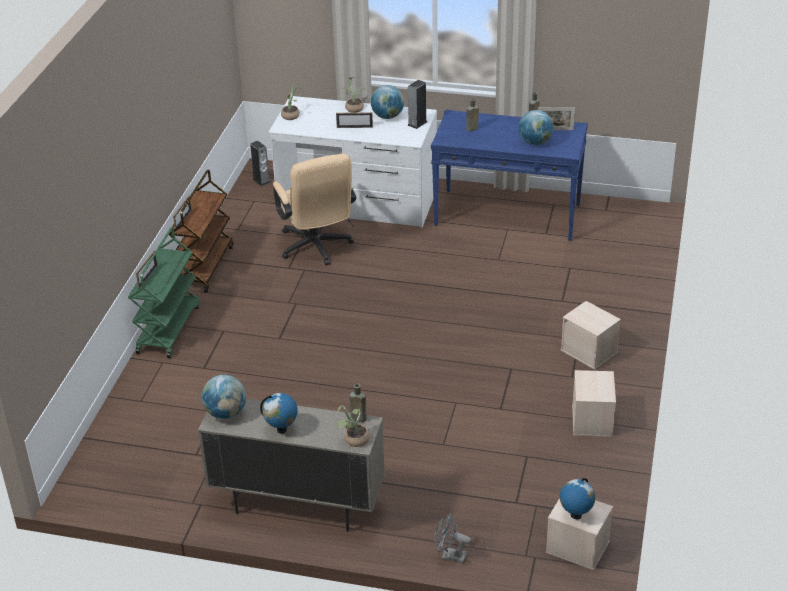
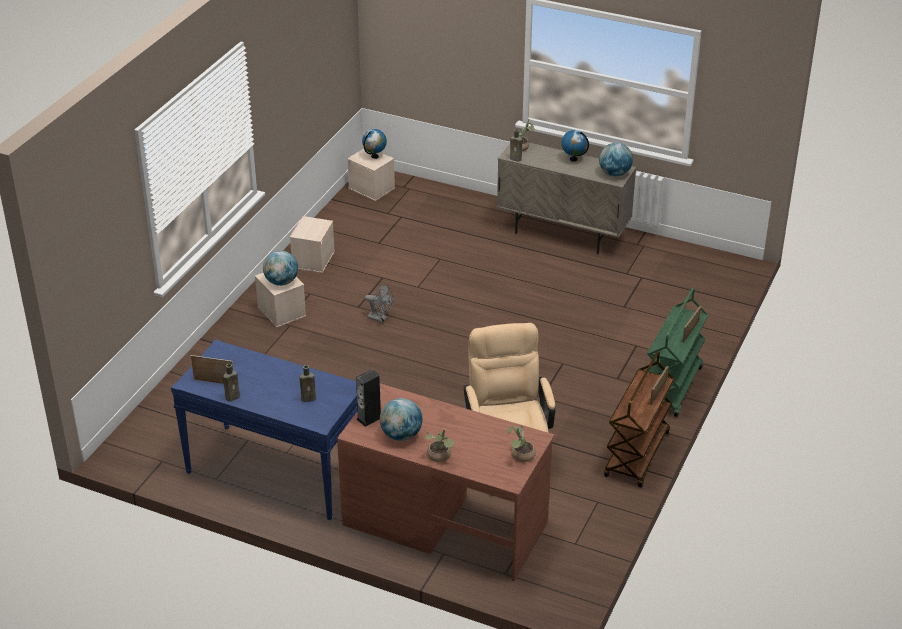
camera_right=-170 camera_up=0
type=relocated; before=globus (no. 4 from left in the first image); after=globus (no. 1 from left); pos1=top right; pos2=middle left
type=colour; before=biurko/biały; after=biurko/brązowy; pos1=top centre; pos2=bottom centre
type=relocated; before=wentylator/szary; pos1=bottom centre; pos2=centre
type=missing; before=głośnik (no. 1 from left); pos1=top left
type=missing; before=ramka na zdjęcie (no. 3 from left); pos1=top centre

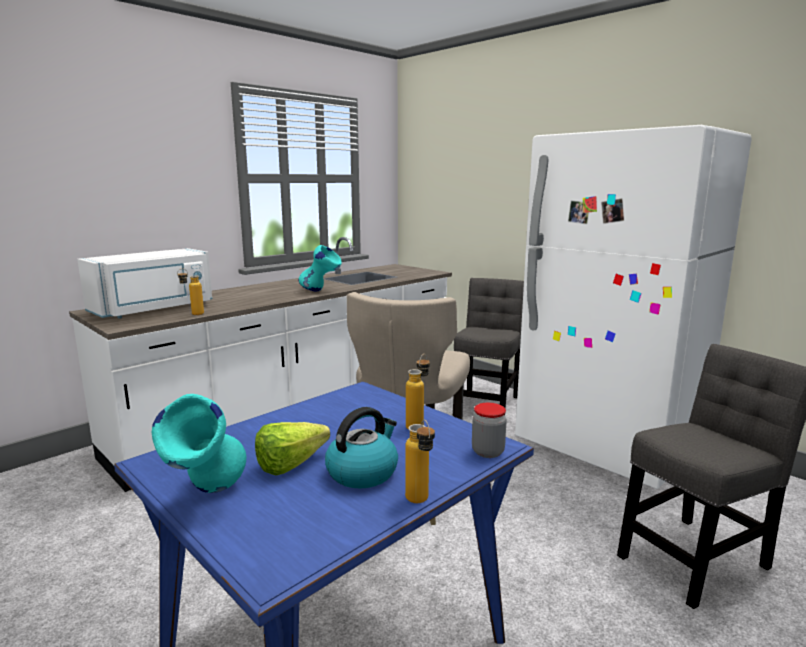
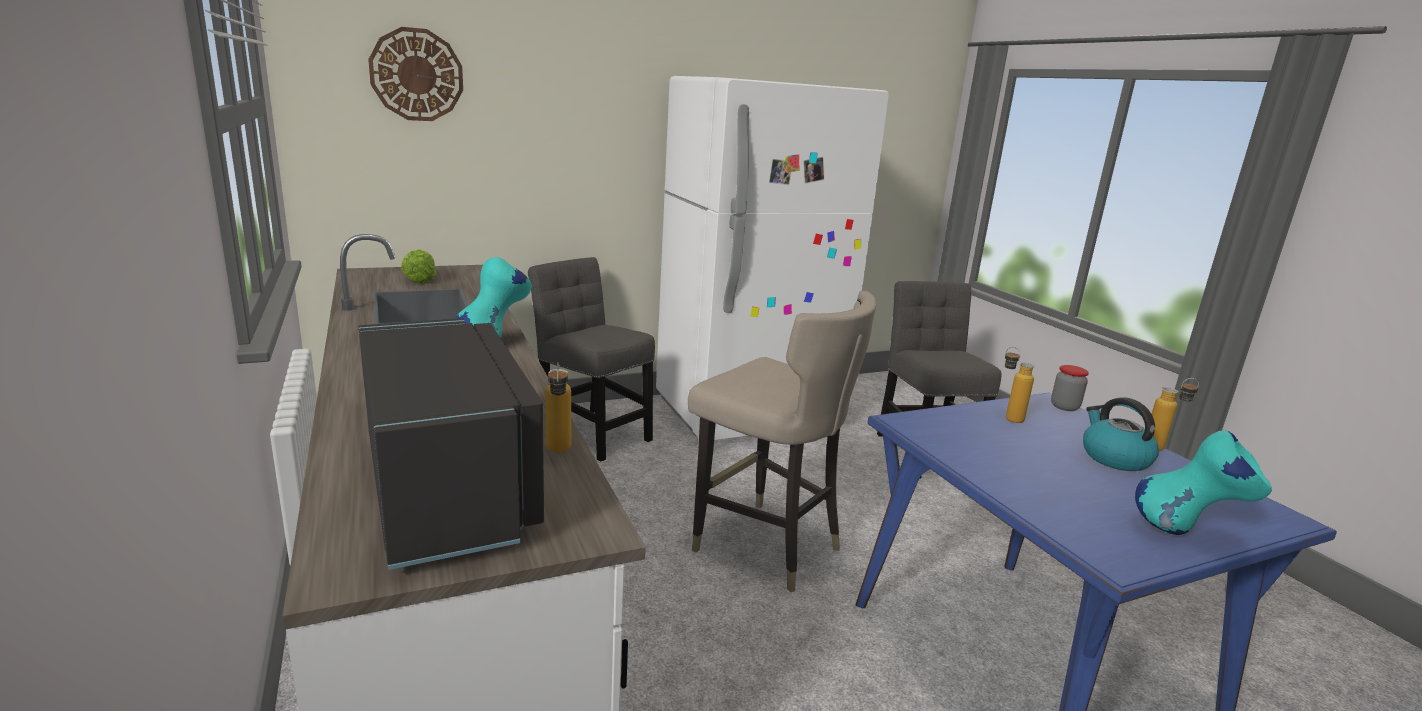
camera_right=-70 camera_up=5
type=colour; before=mikrofalówka/biały; after=mikrofalówka/czarny; pos1=middle left; pos2=middle left
type=appeared; after=zegar ścienny; pos2=top left
type=relocated; before=sałata; pos1=bottom centre; pos2=middle left

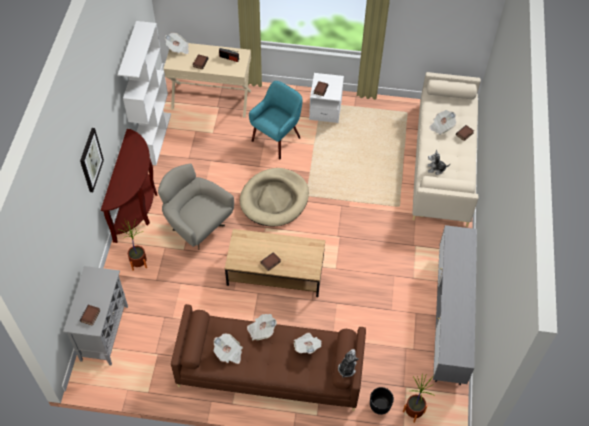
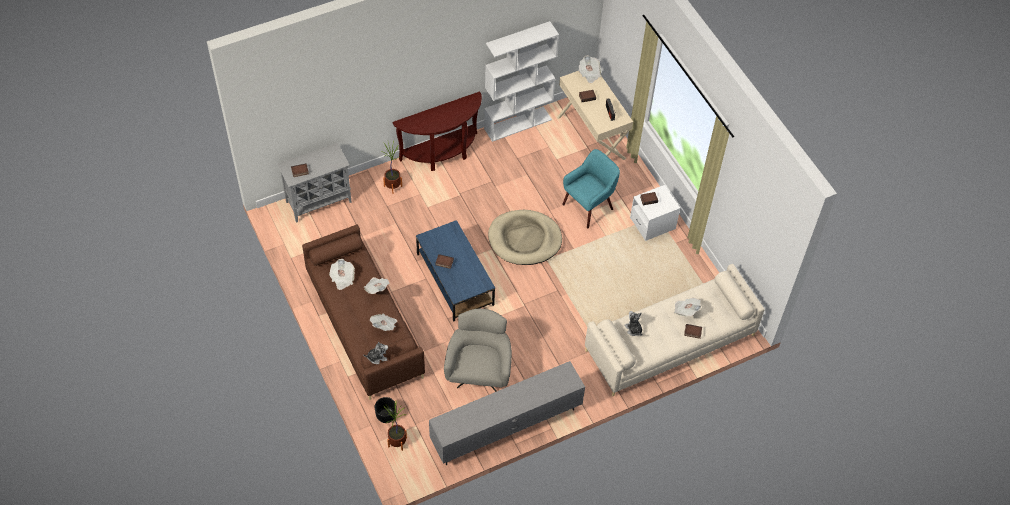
camera_right=55 camera_up=0
type=colour; before=ława/brązowy; after=ława/niebieski; pos1=centre; pos2=centre
type=relocated; before=fotel/szary; pos1=middle left; pos2=bottom centre
type=spun; before=fotel/turkusowy; pos1=top centre; pos2=centre; turn=-45
type=missing; before=obraz; pos1=middle left

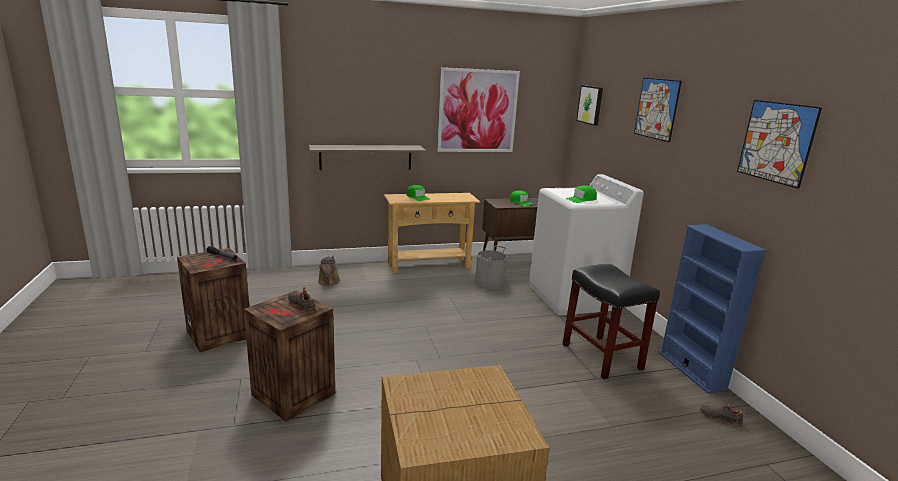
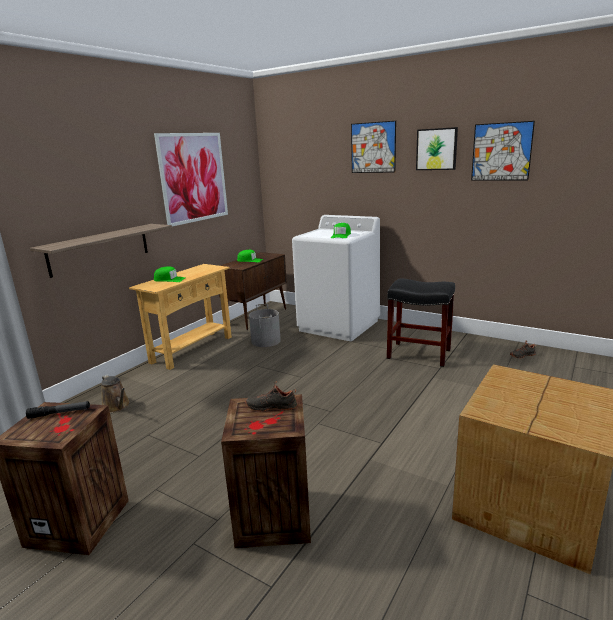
camera_right=-40 camera_up=0
type=relocated; before=obraz (no. 2 from left in the first image); after=obraz (no. 3 from left); pos1=top centre; pos2=top right
type=missing; before=regał/niebieski; pos1=middle right

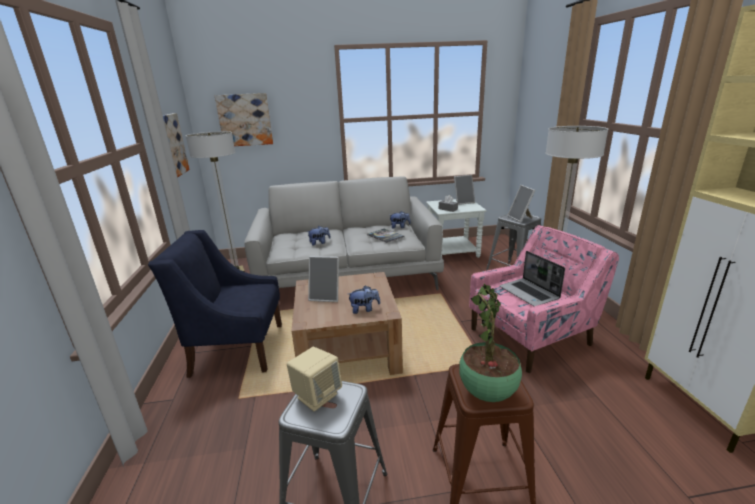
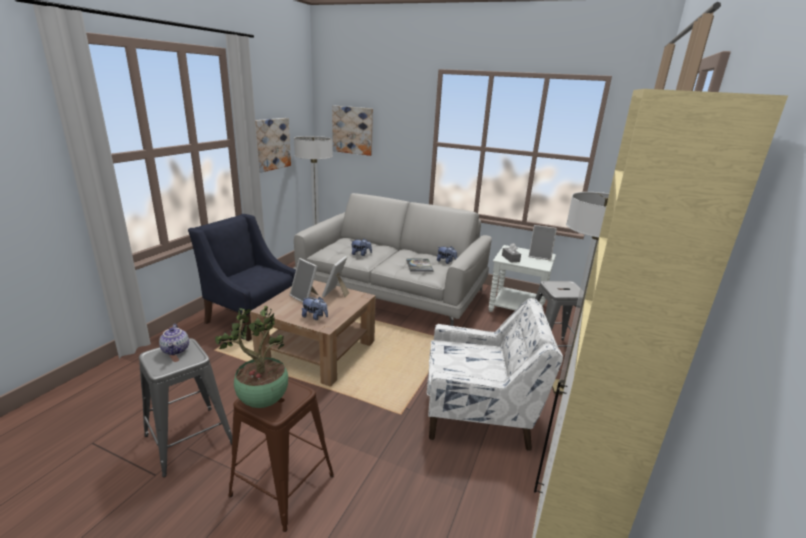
camera_right=30 camera_up=0
type=exchanged; before=głośnik/beżowy; after=imbryk; pos1=bottom centre; pos2=middle left
type=relocated; before=ramka na zdjęcie (no. 3 from left in the first image); after=ramka na zdjęcie (no. 2 from left); pos1=middle right; pos2=centre
type=colour; before=fotel/różowy; after=fotel/biały; pos1=middle right; pos2=bottom centre
type=missing; before=laptop; pos1=middle right

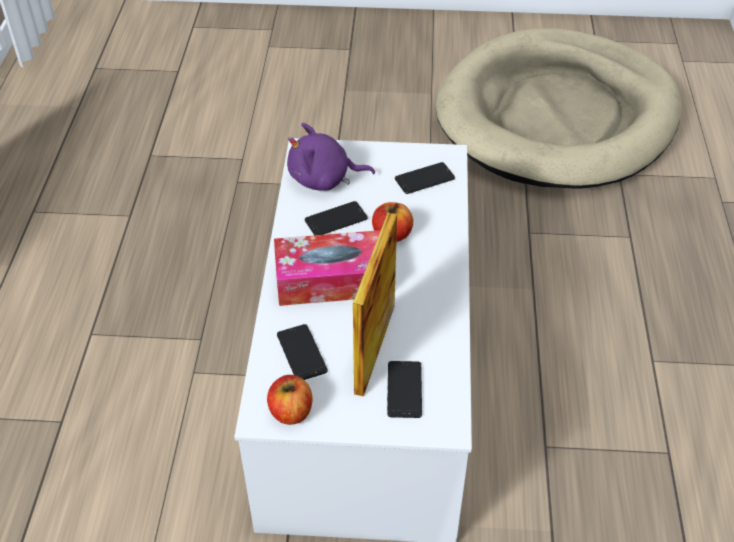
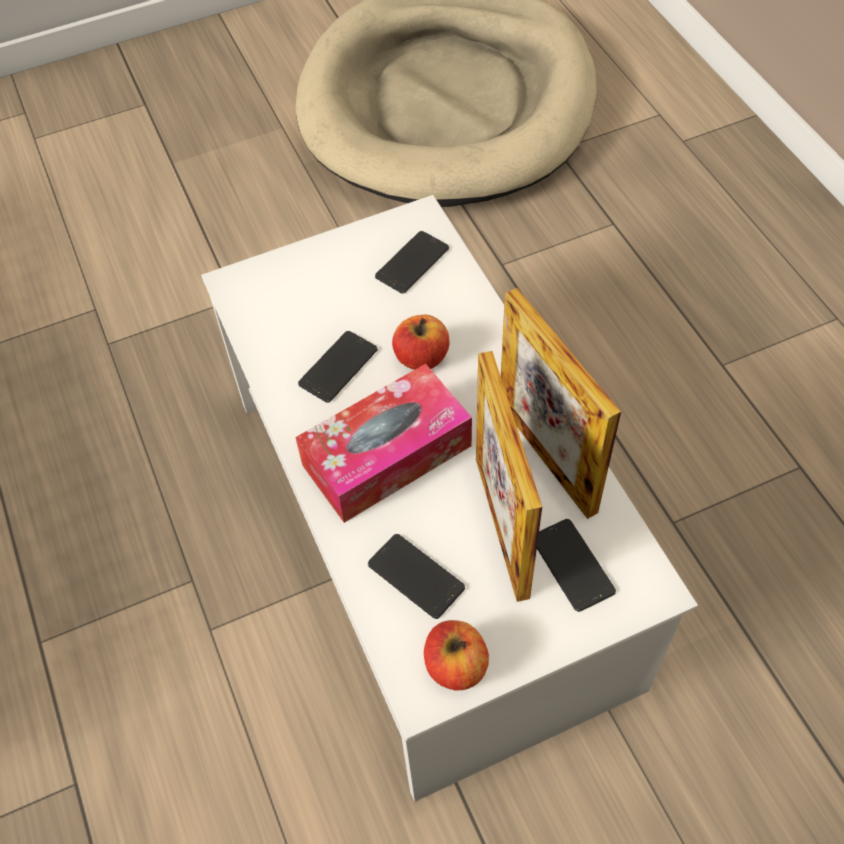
camera_right=-25 camera_up=10
type=appeared; after=ramka na zdjęcie (no. 2 from left); pos2=centre
type=missing; before=pluszak/fioletowy; pos1=top centre

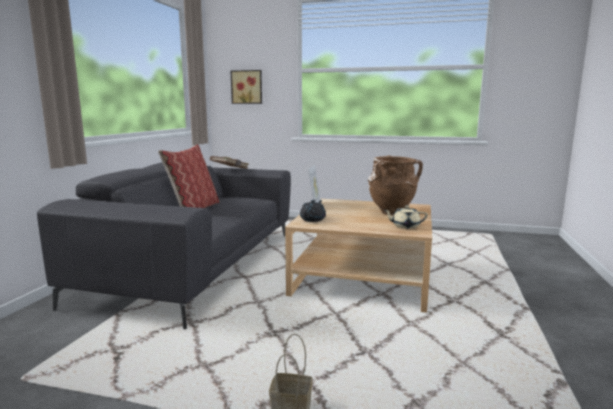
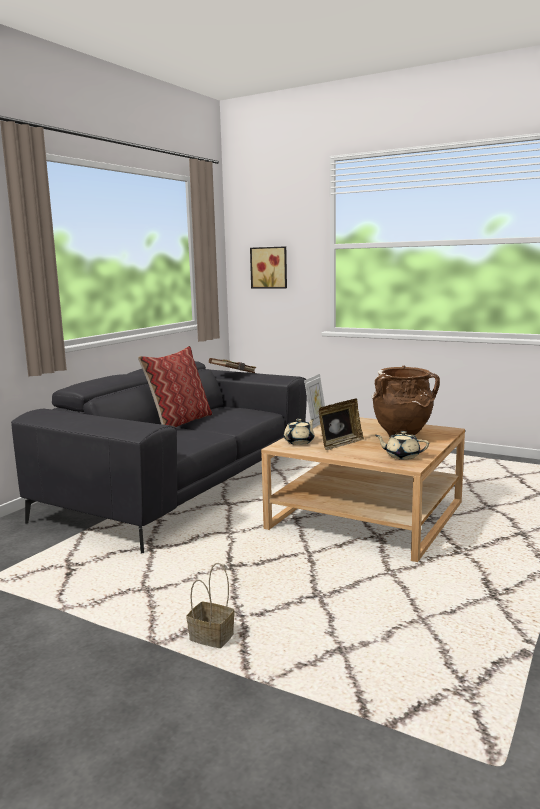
camera_right=15 camera_up=0
type=colour; before=imbryk/czarny; after=imbryk/beżowy (no. 1 from left); pos1=centre; pos2=centre
type=appeared; after=ramka na zdjęcie (no. 2 from left); pos2=centre

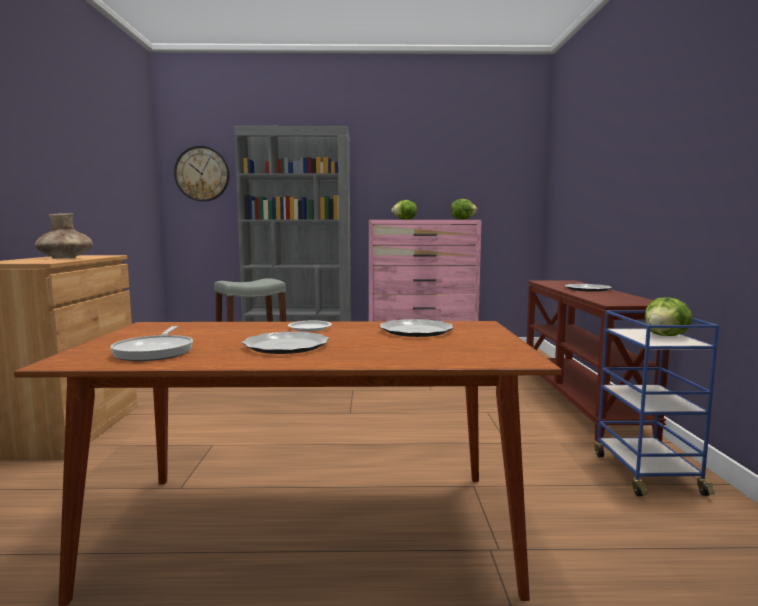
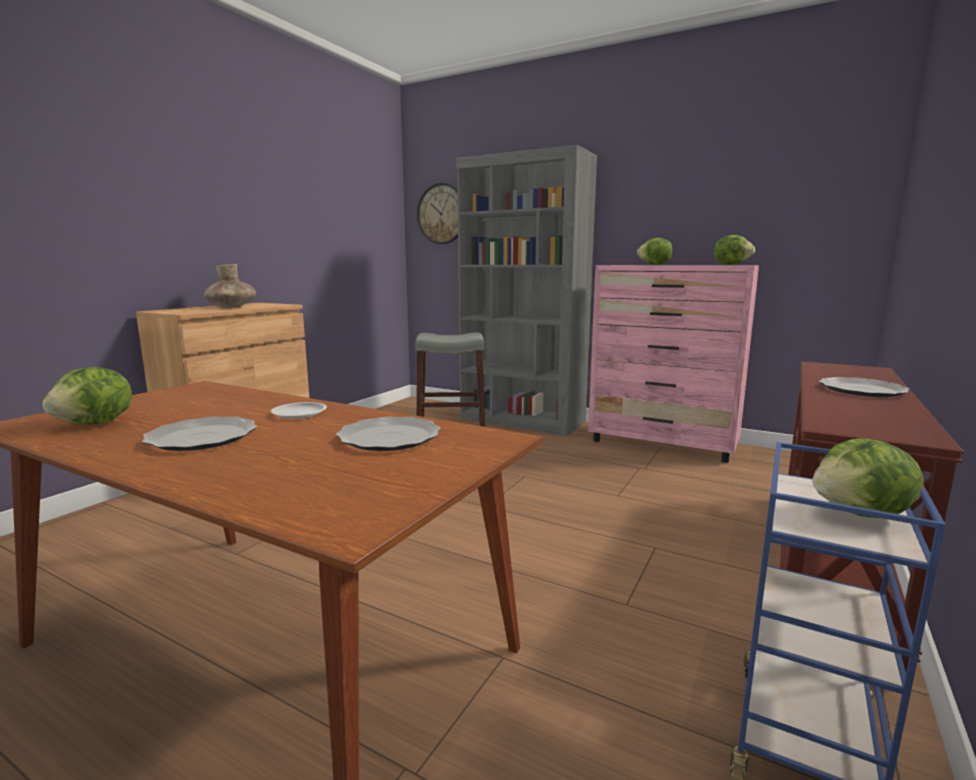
camera_right=30 camera_up=5
type=exchanged; before=patelnia; after=sałata (no. 1 from left); pos1=middle left; pos2=middle left

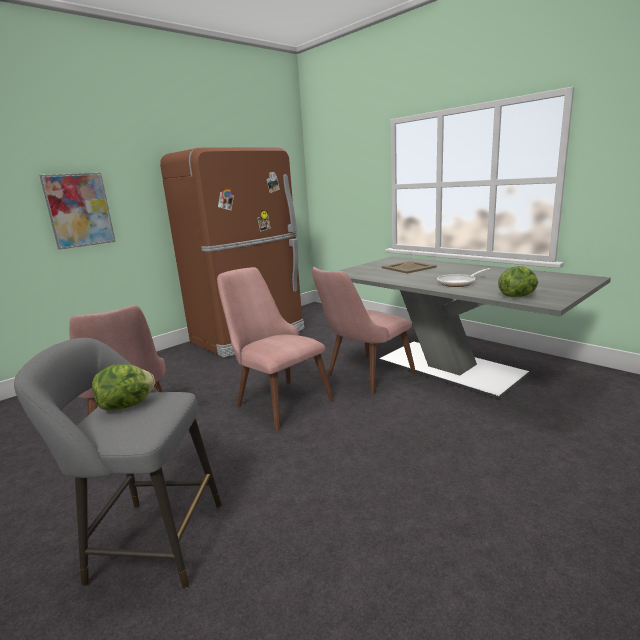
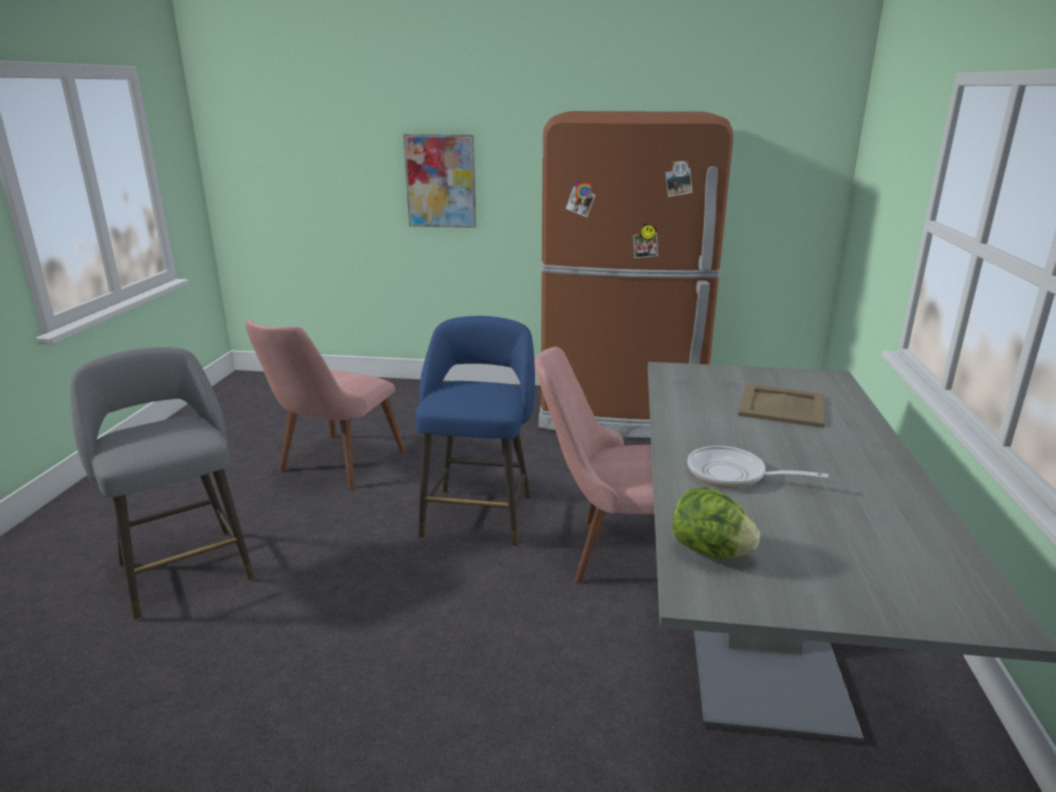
camera_right=50 camera_up=5
type=exchanged; before=krzesło/różowy (no. 2 from left); after=stołek/niebieski; pos1=centre; pos2=centre
type=missing; before=sałata (no. 1 from left); pos1=middle left

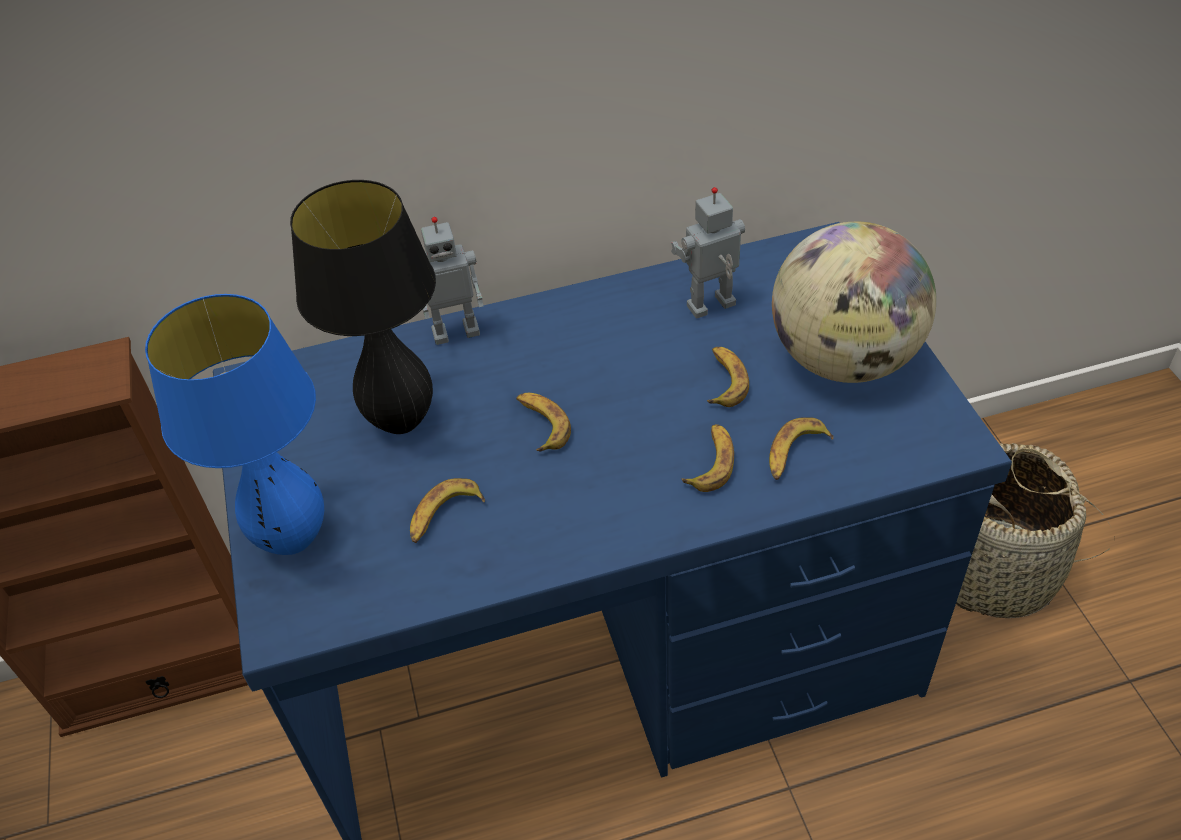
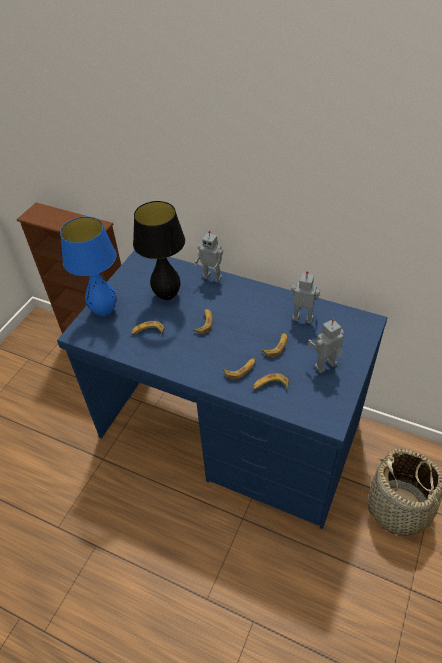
camera_right=40 camera_up=0
type=exchanged; before=globus; after=robot zabawkowy (no. 3 from left); pos1=middle right; pos2=middle right

